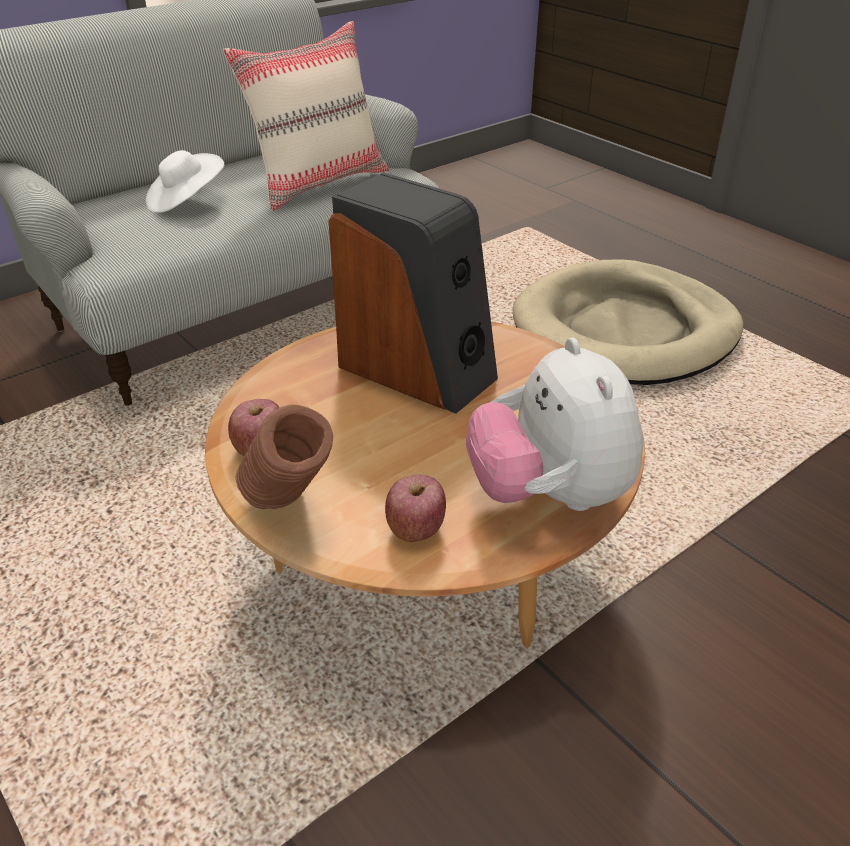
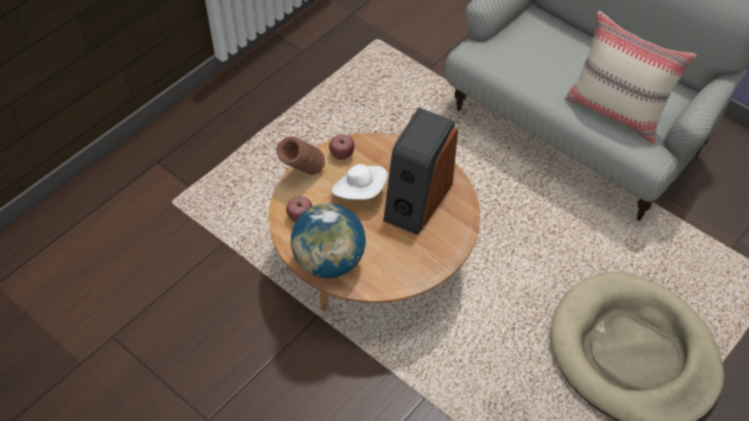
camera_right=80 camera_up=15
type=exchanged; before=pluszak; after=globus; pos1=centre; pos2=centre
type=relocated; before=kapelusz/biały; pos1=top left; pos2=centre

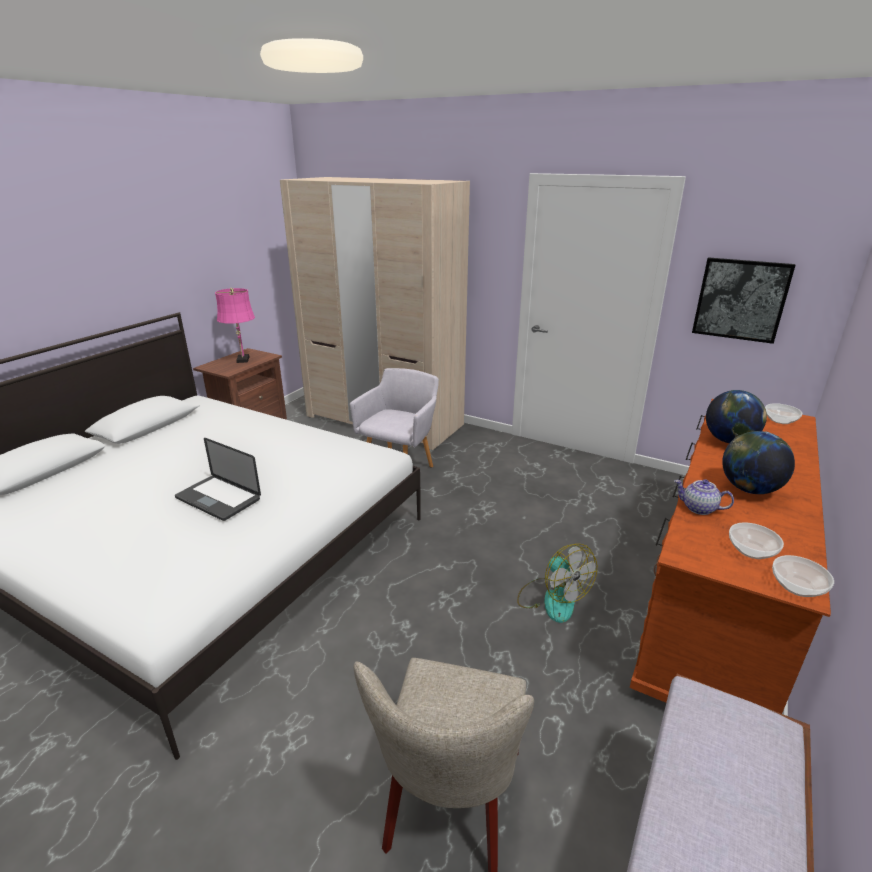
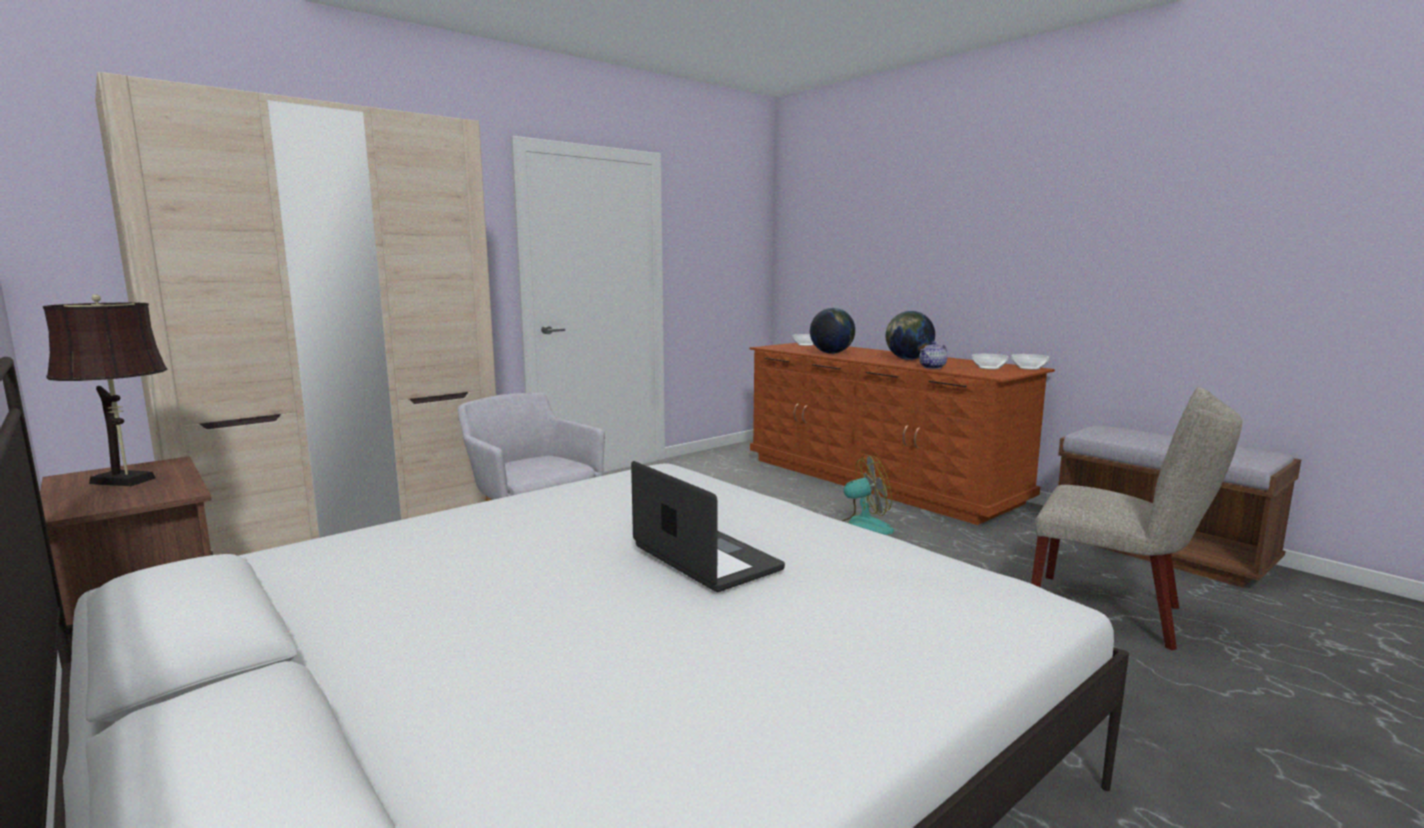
camera_right=-70 camera_up=-15
type=colour; before=lampa stołowa/różowy; after=lampa stołowa/brązowy; pos1=middle left; pos2=middle left
type=spun; before=laptop; pos1=middle left; pos2=centre; turn=-90
type=missing; before=obraz; pos1=middle right

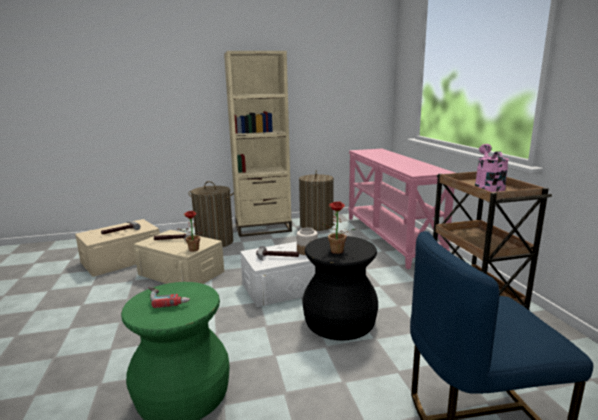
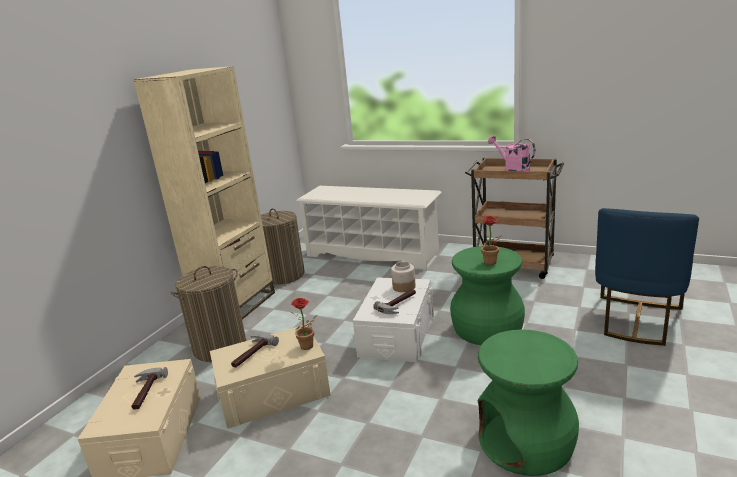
camera_right=-50 camera_up=5
type=exchanged; before=stolik konsolowy/różowy; after=regał na buty/biały; pos1=middle right; pos2=centre
type=colour; before=stołek/czarny; after=stołek/zielony (no. 1 from left); pos1=bottom centre; pos2=centre
type=missing; before=wiertarka; pos1=bottom left

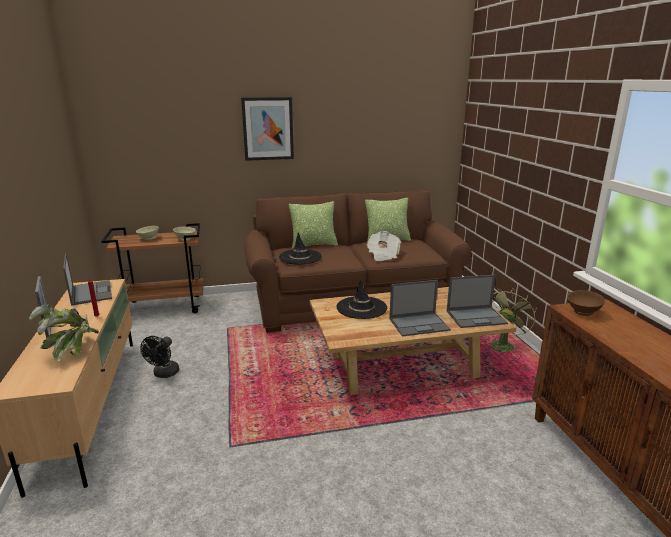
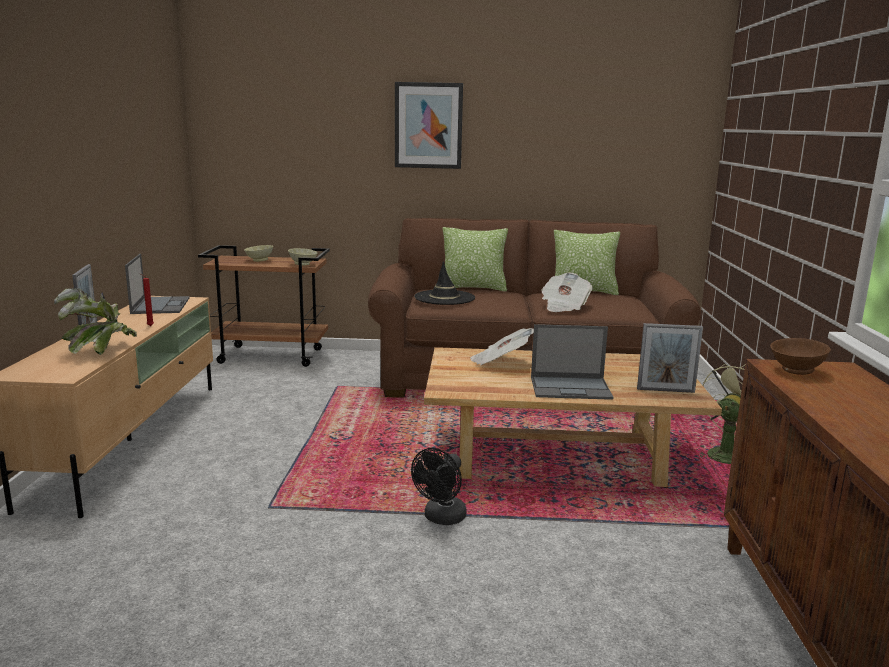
camera_right=15 camera_up=-5
type=relocated; before=wentylator/czarny; pos1=middle left; pos2=bottom centre
type=exchanged; before=kapelusz/czarny (no. 2 from left); after=gazeta (no. 1 from left); pos1=centre; pos2=centre
type=exchanged; before=laptop (no. 3 from left); after=ramka na zdjęcie (no. 2 from left); pos1=middle right; pos2=middle right

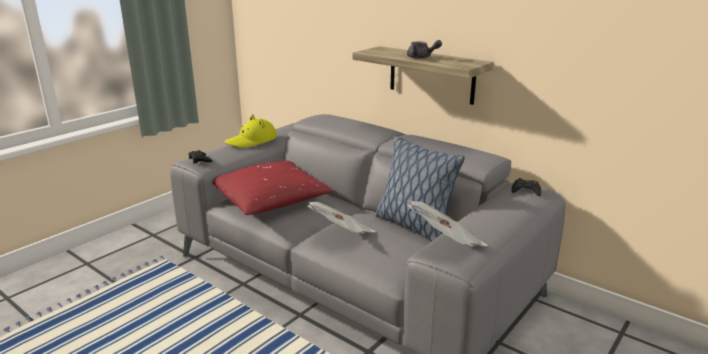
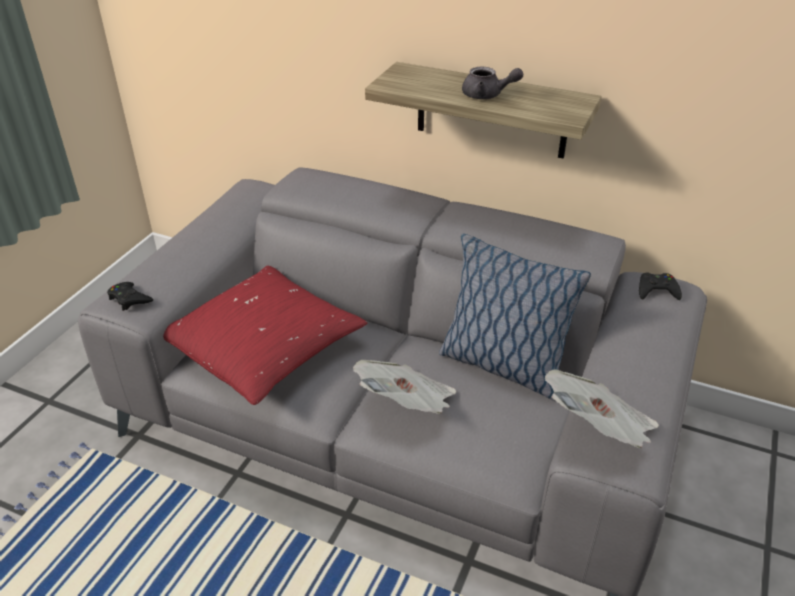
camera_right=-15 camera_up=15
type=missing; before=kapelusz/żółty; pos1=centre

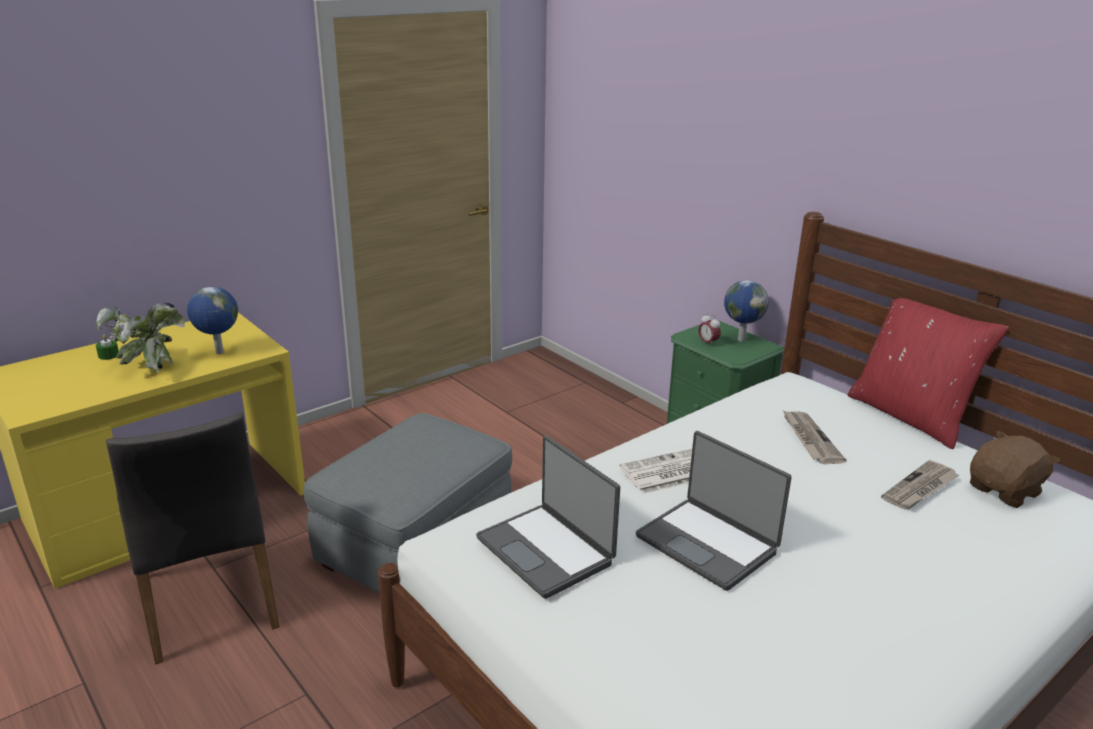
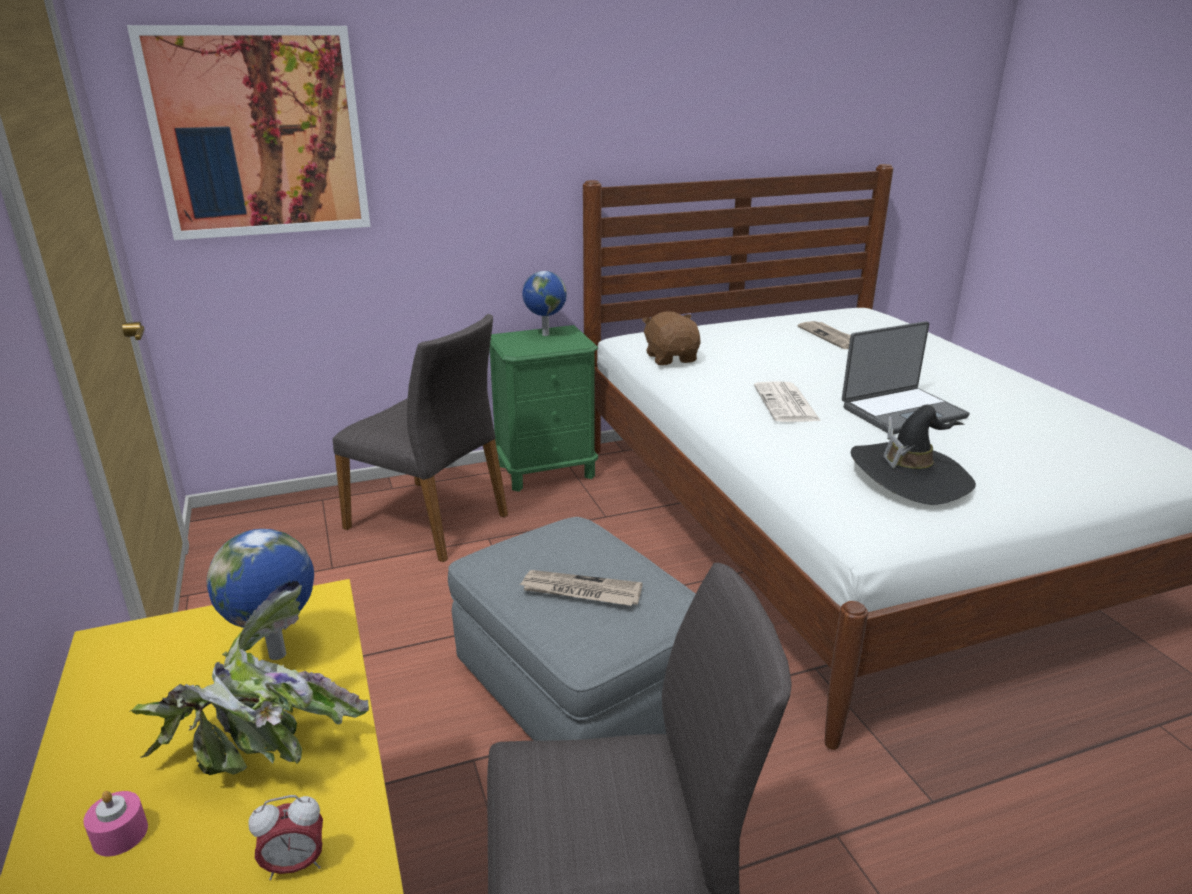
camera_right=-70 camera_up=0
type=colour; before=świeca/zielony; after=świeca/różowy; pos1=middle left; pos2=bottom left
type=appeared; after=obraz; pos2=top left
type=relocated; before=budzik; pos1=centre; pos2=bottom left
type=appeared; after=krzesło/szary (no. 1 from left); pos2=centre
type=relocated; before=gazeta (no. 2 from left in the first image); after=gazeta (no. 1 from left); pos1=middle right; pos2=centre
type=relocated; before=pluszak/brązowy; pos1=middle right; pos2=centre
type=exchanged; before=laptop (no. 1 from left); after=kapelusz/czarny; pos1=bottom centre; pos2=middle right
type=missing; before=poduszka/czerwony; pos1=middle right

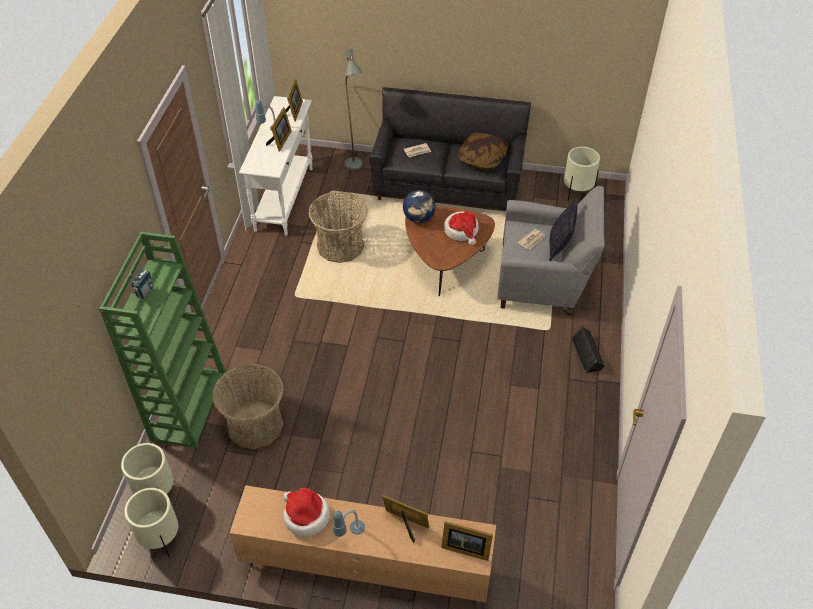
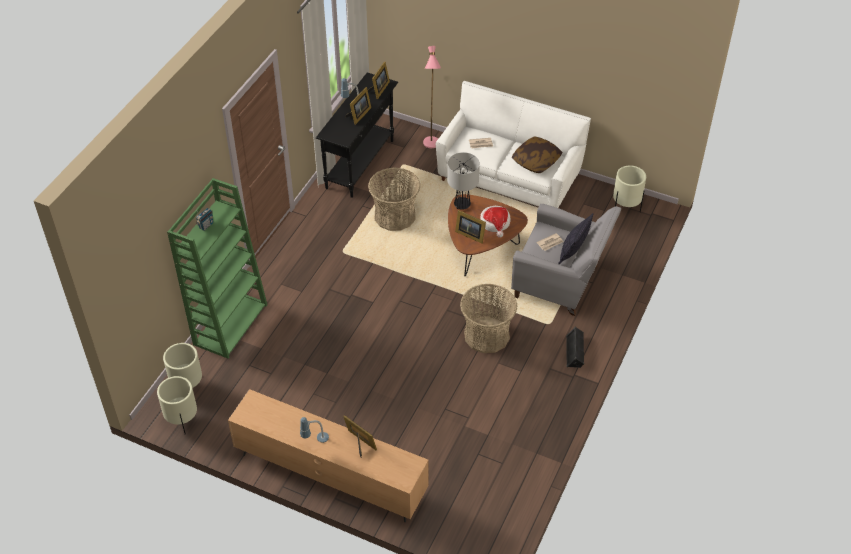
camera_right=15 camera_up=0
type=colour; before=stolik konsolowy/biały; after=stolik konsolowy/czarny; pos1=top centre; pos2=top centre
type=colour; before=lampa stojąca/szary; after=lampa stojąca/różowy; pos1=top centre; pos2=top centre
type=colour; before=kanapa/czarny; after=kanapa/biały; pos1=top centre; pos2=top centre
type=exchanged; before=globus; after=lampa stołowa (no. 3 from left); pos1=centre; pos2=top centre
type=relocated; before=ramka na zdjęcie (no. 4 from left); pos1=bottom centre; pos2=centre
type=relocated; before=koszyk (no. 1 from left in the first image); after=koszyk (no. 2 from left); pos1=bottom left; pos2=centre
type=missing; before=kapelusz (no. 1 from left); pos1=bottom centre

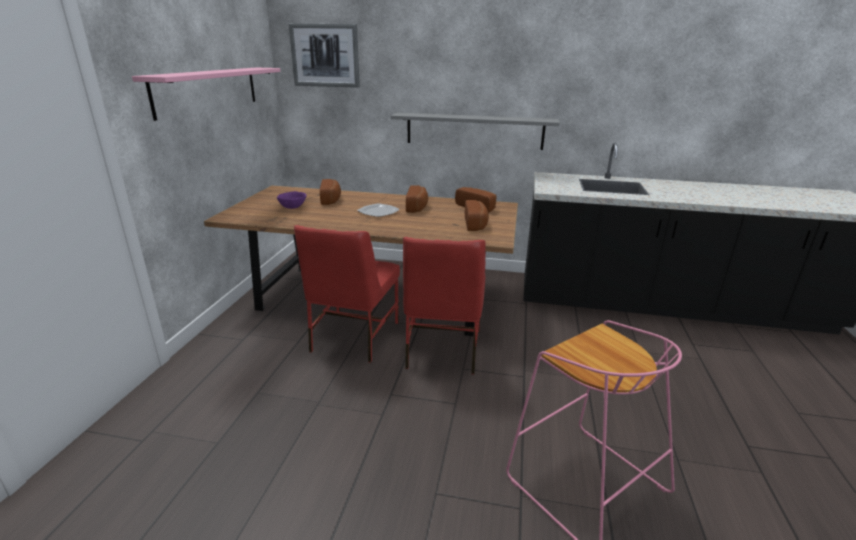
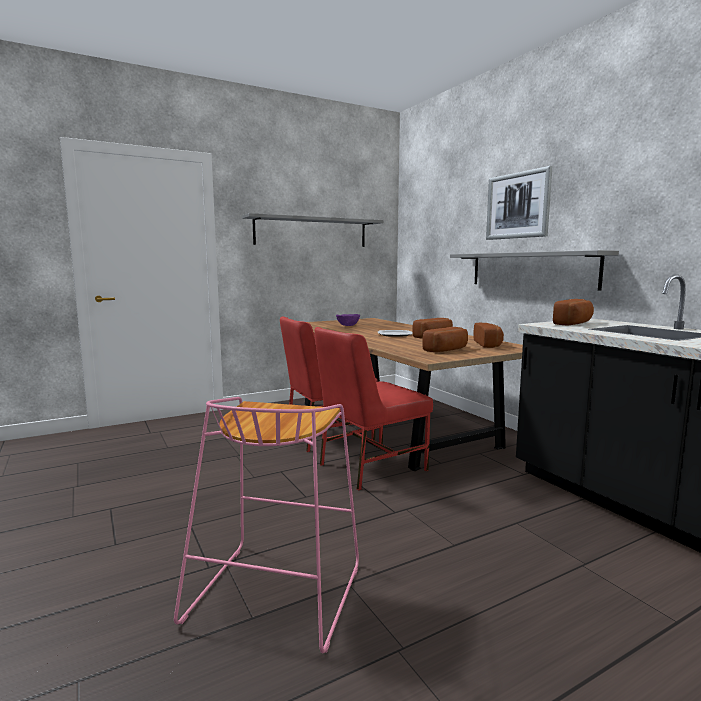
camera_right=50 camera_up=-15
type=colour; before=półka/różowy; after=półka/szary (no. 1 from left); pos1=top left; pos2=top centre
type=relocated; before=obraz; pos1=top centre; pos2=top right
type=relocated; before=chleb (no. 1 from left in the first image); after=chleb (no. 4 from left); pos1=centre; pos2=middle right

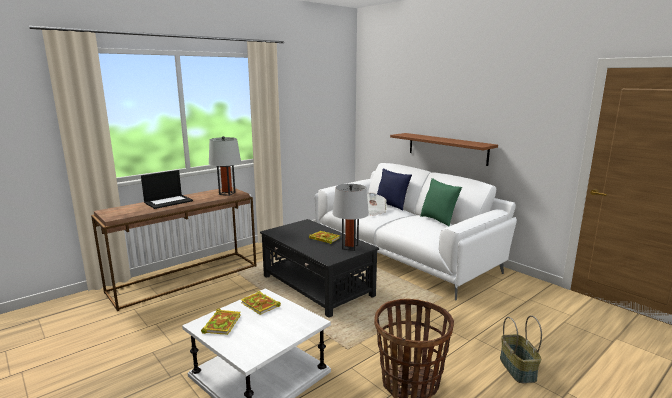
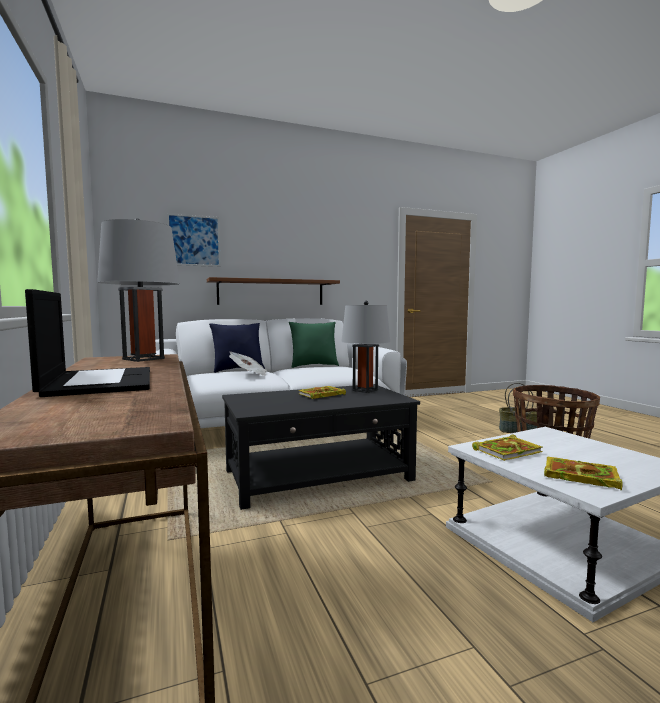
camera_right=-70 camera_up=-10
type=appeared; after=obraz; pos2=middle left

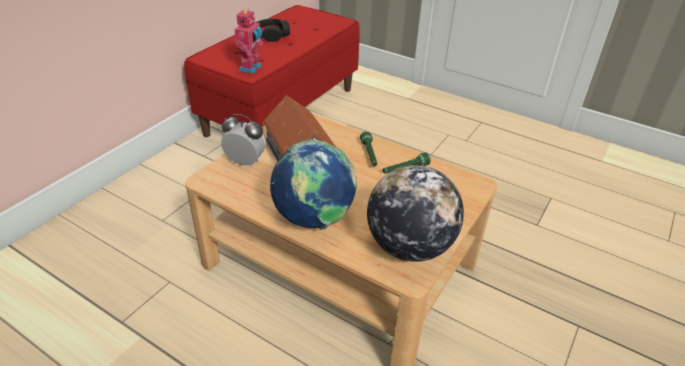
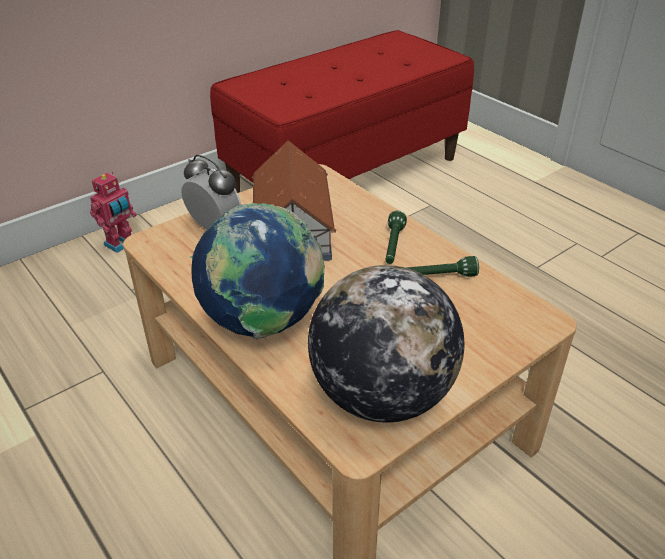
camera_right=20 camera_up=0
type=relocated; before=robot zabawkowy; pos1=top centre; pos2=middle left
type=missing; before=słuchawki/czarny; pos1=top centre

